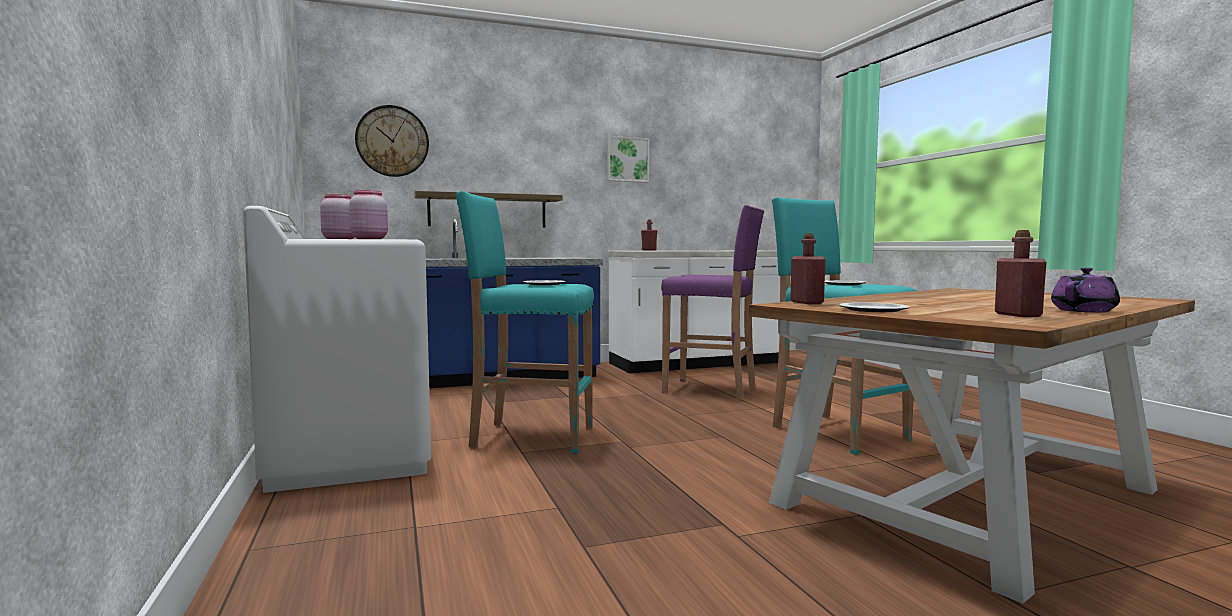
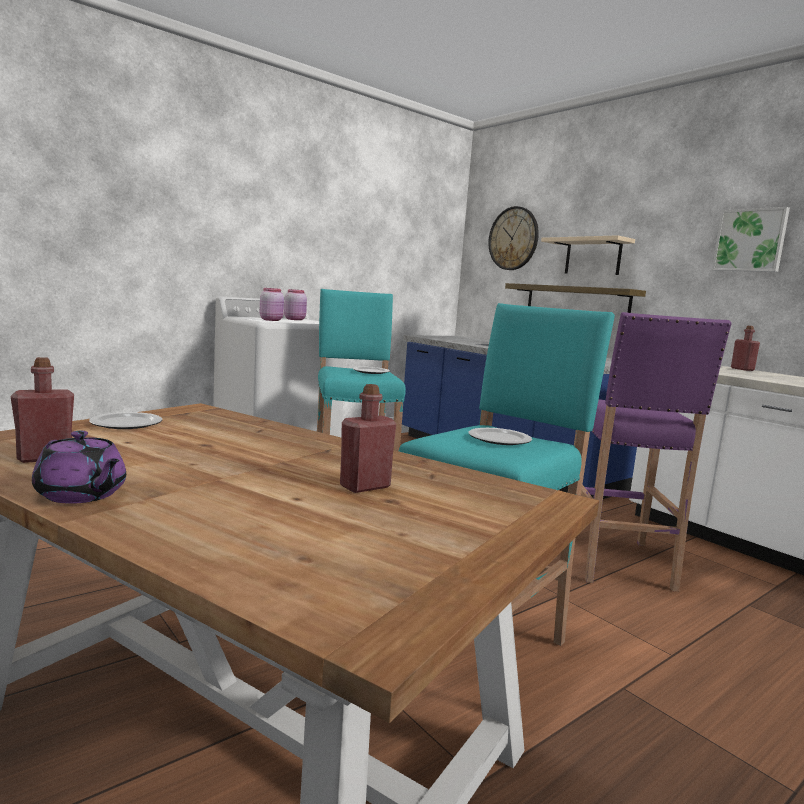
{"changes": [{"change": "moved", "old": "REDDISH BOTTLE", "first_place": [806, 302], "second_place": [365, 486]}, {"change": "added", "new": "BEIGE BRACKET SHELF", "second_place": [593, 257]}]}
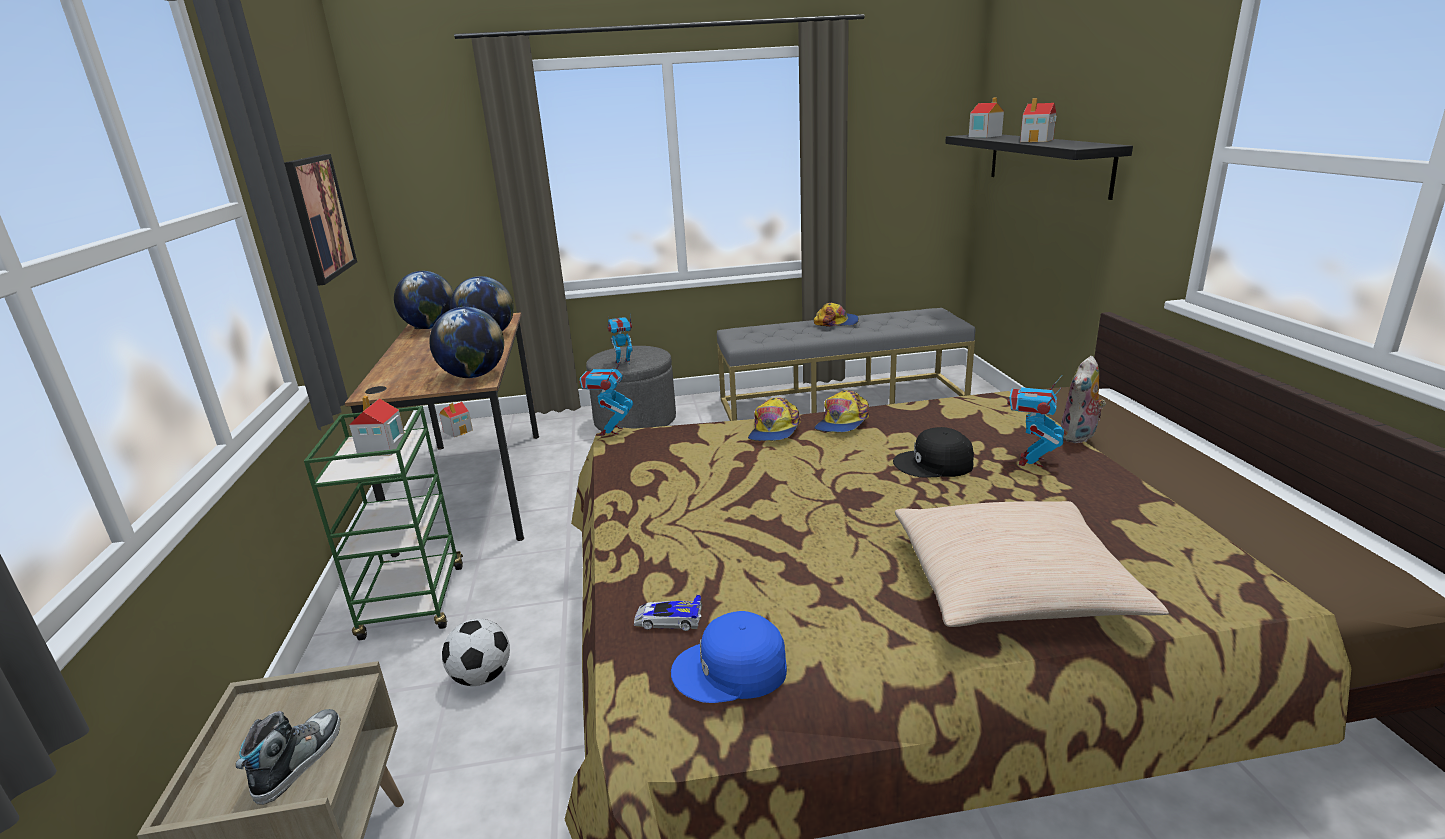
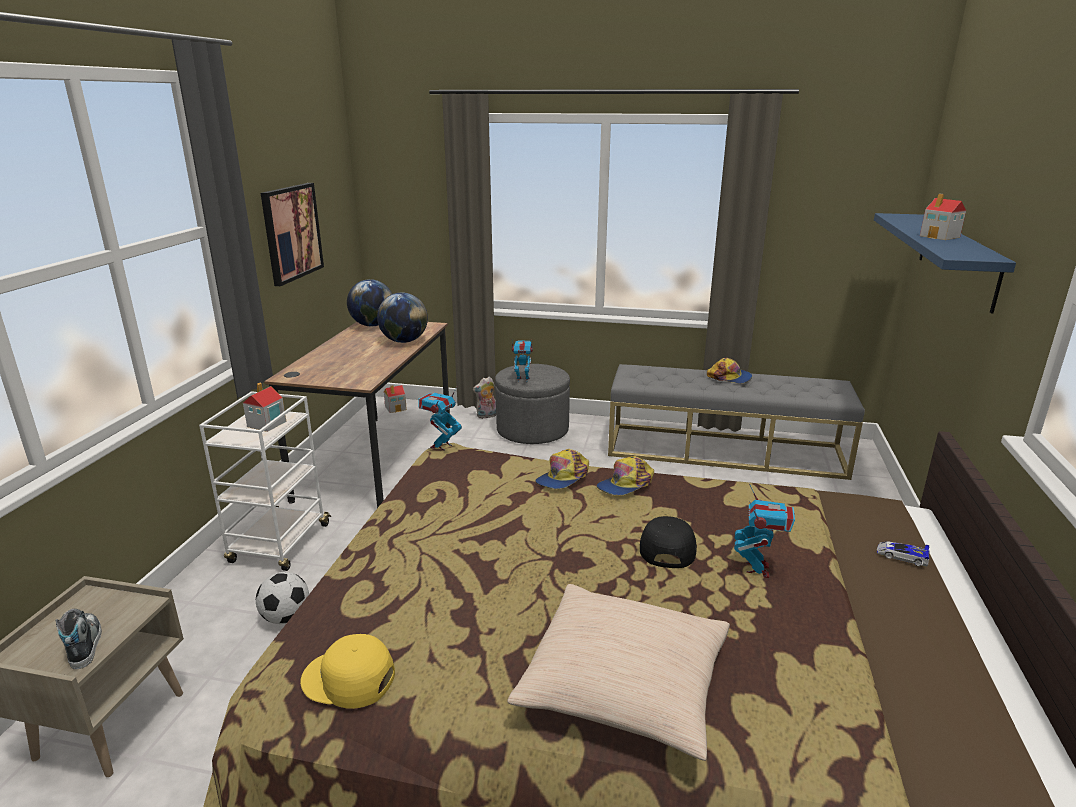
{"changes": [{"change": "turned", "old": "ITEM OF FOOTWEAR", "first_place": [299, 760], "second_place": [84, 644], "degrees": -60}, {"change": "recoloured", "old": "GREEN TROLLEY", "new": "WHITE TROLLEY", "first_place": [414, 603], "second_place": [279, 544]}, {"change": "recoloured", "old": "BLUISH BASEBALL CAP", "new": "YELLOW BASEBALL CAP", "first_place": [731, 670], "second_place": [348, 680]}, {"change": "moved", "old": "PLUSH TOY", "first_place": [1079, 437], "second_place": [486, 416]}, {"change": "turned", "old": "BLACKISH BASEBALL CAP", "first_place": [934, 464], "second_place": [666, 547], "degrees": 75}, {"change": "turned", "old": "ROBOT FIGURE", "first_place": [1030, 461], "second_place": [758, 569], "degrees": 150}, {"change": "recoloured", "old": "BLACKISH BRACKET SHELF", "new": "BLUISH BRACKET SHELF", "first_place": [1047, 162], "second_place": [957, 258]}, {"change": "moved", "old": "TOY CAR", "first_place": [668, 619], "second_place": [902, 556]}, {"change": "removed", "old": "WORLD GLOBE", "first_place": [473, 376]}, {"change": "removed", "old": "MODEL HOUSE", "first_place": [984, 136]}]}
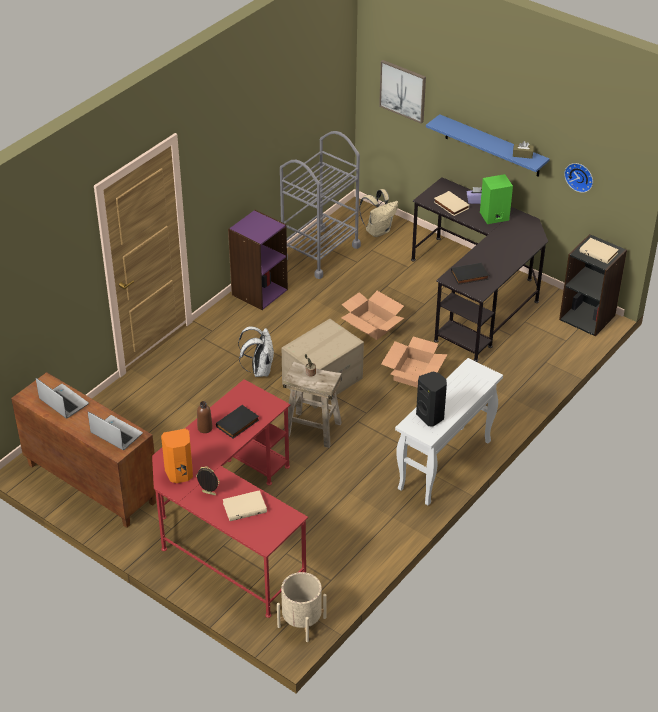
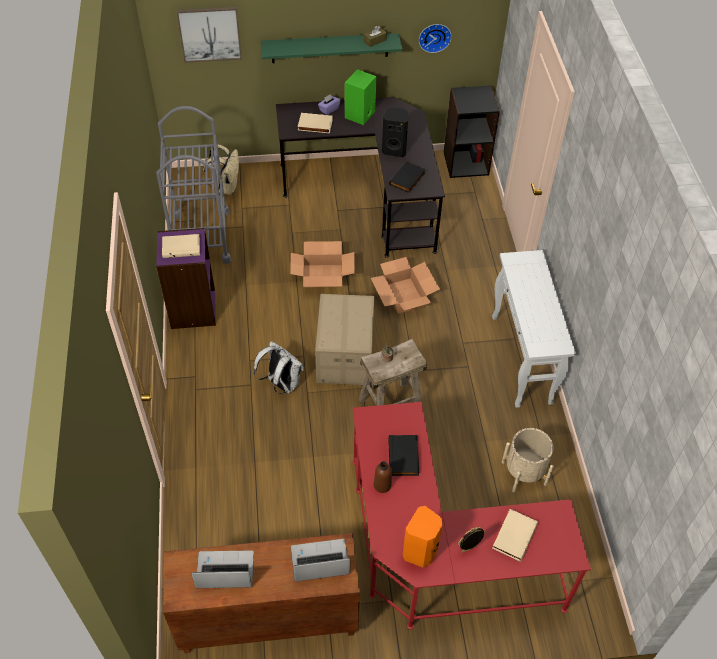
{"changes": [{"change": "moved", "old": "BEIGE BOUND BOOK", "first_place": [599, 252], "second_place": [181, 247]}, {"change": "recoloured", "old": "BLUISH BRACKET SHELF", "new": "GREEN BRACKET SHELF", "first_place": [492, 146], "second_place": [330, 48]}, {"change": "moved", "old": "BLACKISH LOUDSPEAKER", "first_place": [431, 416], "second_place": [394, 150]}, {"change": "moved", "old": "BEIGE FLOWER POT", "first_place": [301, 622], "second_place": [524, 473]}]}
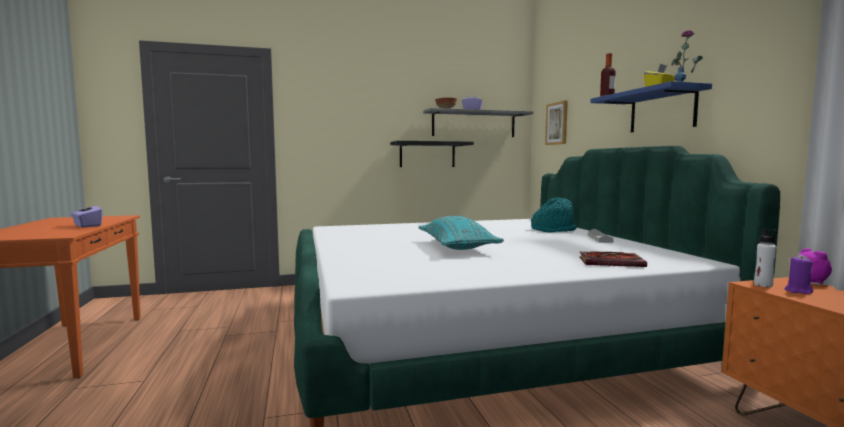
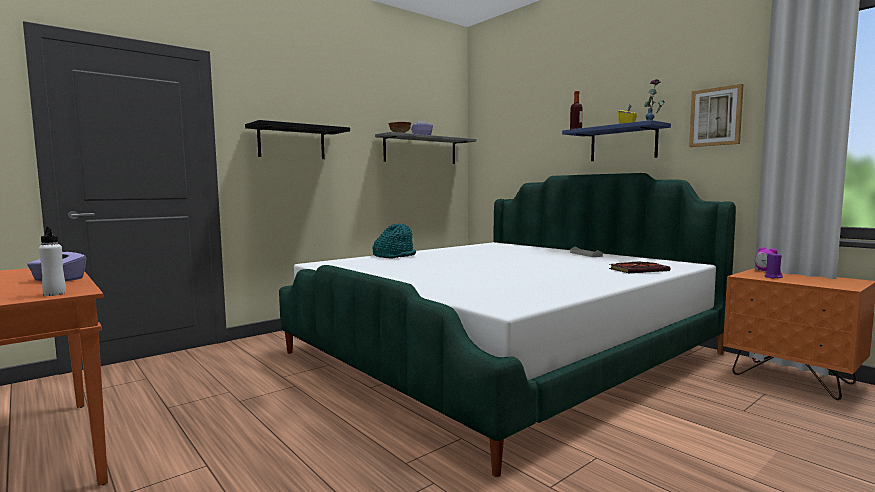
{"changes": [{"change": "moved", "old": "WHITE BOTTLE", "first_place": [763, 285], "second_place": [54, 294]}, {"change": "moved", "old": "BLACKISH BRACKET SHELF", "first_place": [427, 154], "second_place": [292, 142]}, {"change": "moved", "old": "TURQUOISE WEARABLE HAT", "first_place": [553, 230], "second_place": [394, 256]}, {"change": "moved", "old": "WALL ART", "first_place": [557, 123], "second_place": [716, 117]}, {"change": "removed", "old": "TURQUOISE PILLOW", "first_place": [456, 247]}]}
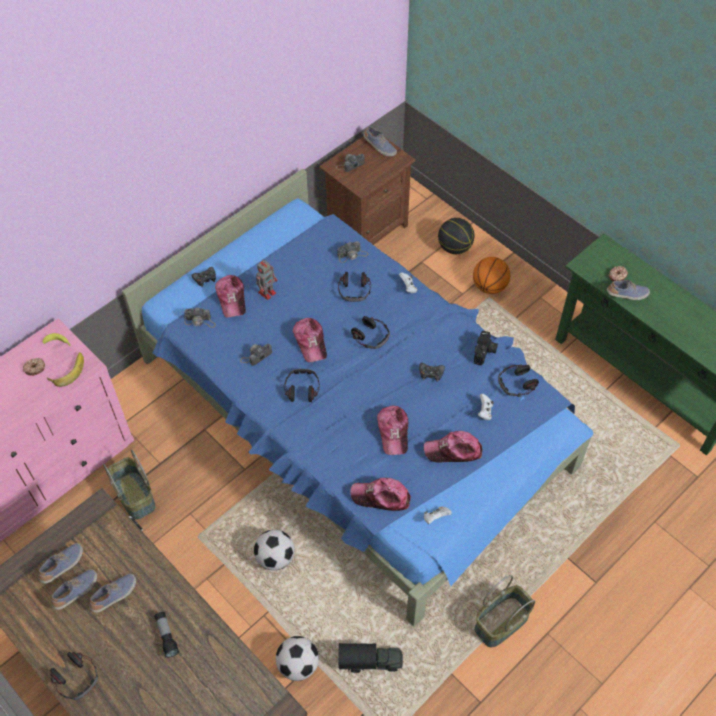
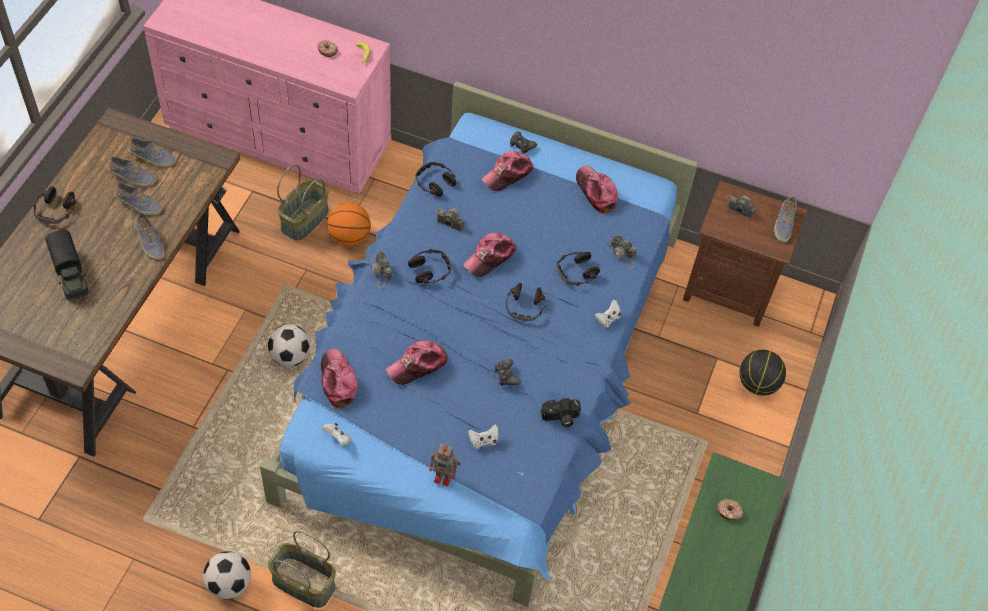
{"changes": [{"change": "moved", "old": "TOY LORRY", "first_place": [370, 661], "second_place": [71, 275]}, {"change": "moved", "old": "ITEM OF FOOTWEAR", "first_place": [627, 295], "second_place": [149, 242]}, {"change": "moved", "old": "FOOTBALL", "first_place": [298, 665], "second_place": [229, 584]}, {"change": "moved", "old": "BASKETBALL BALL", "first_place": [489, 286], "second_place": [349, 237]}, {"change": "moved", "old": "PHOTO CAMERA", "first_place": [200, 321], "second_place": [380, 272]}, {"change": "moved", "old": "PAIR OF HEADPHONES", "first_place": [516, 384], "second_place": [435, 182]}, {"change": "moved", "old": "ROBOT FIGURE", "first_place": [267, 292], "second_place": [444, 477]}, {"change": "moved", "old": "BASEBALL CAP", "first_place": [453, 451], "second_place": [596, 192]}, {"change": "removed", "old": "WHOLE BANANA", "first_place": [68, 370]}, {"change": "removed", "old": "FLASHLIGHT", "first_place": [167, 636]}]}
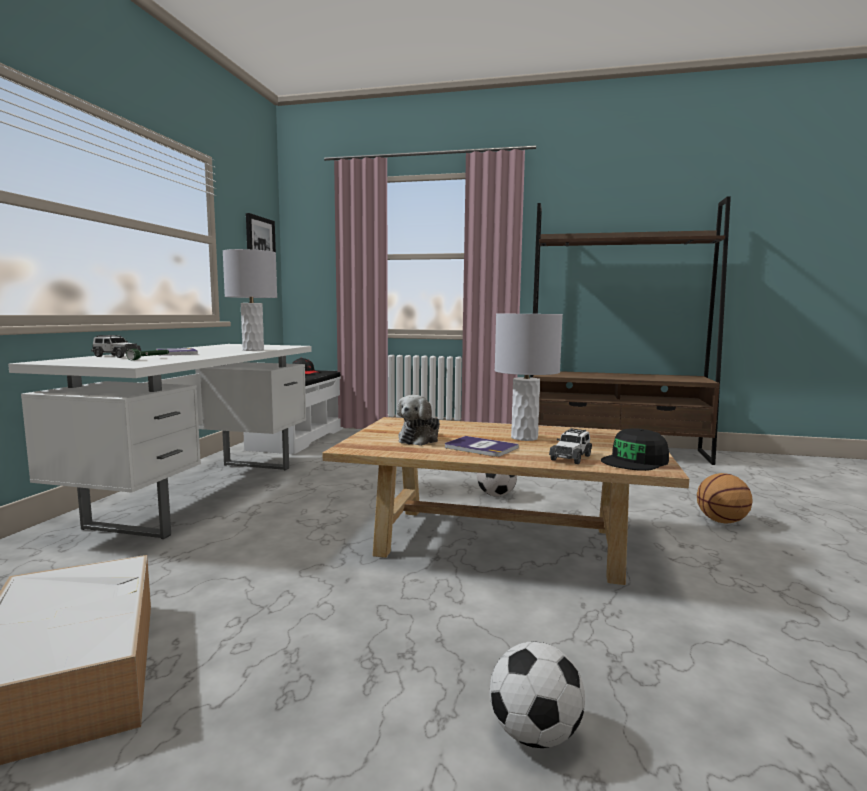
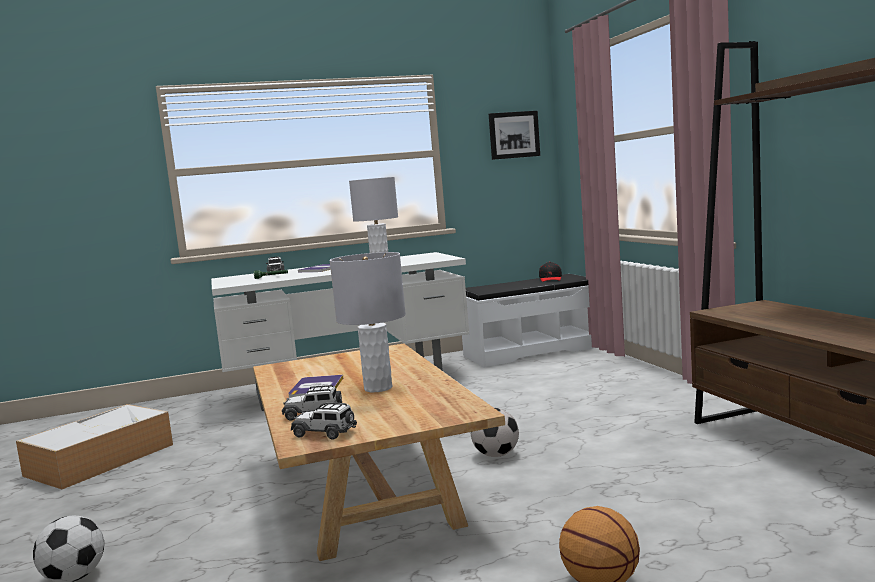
{"changes": [{"change": "replaced", "old": "BLACKISH BASEBALL CAP", "new": "TOY CAR", "first_place": [635, 461], "second_place": [325, 433]}, {"change": "removed", "old": "PLUSH TOY", "first_place": [420, 439]}]}
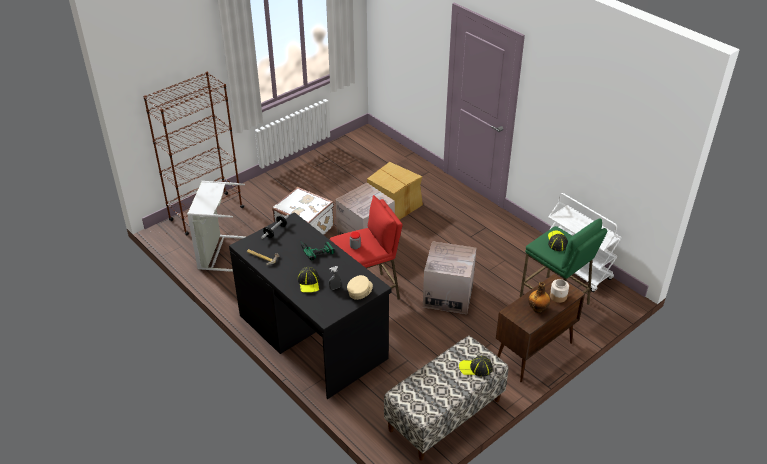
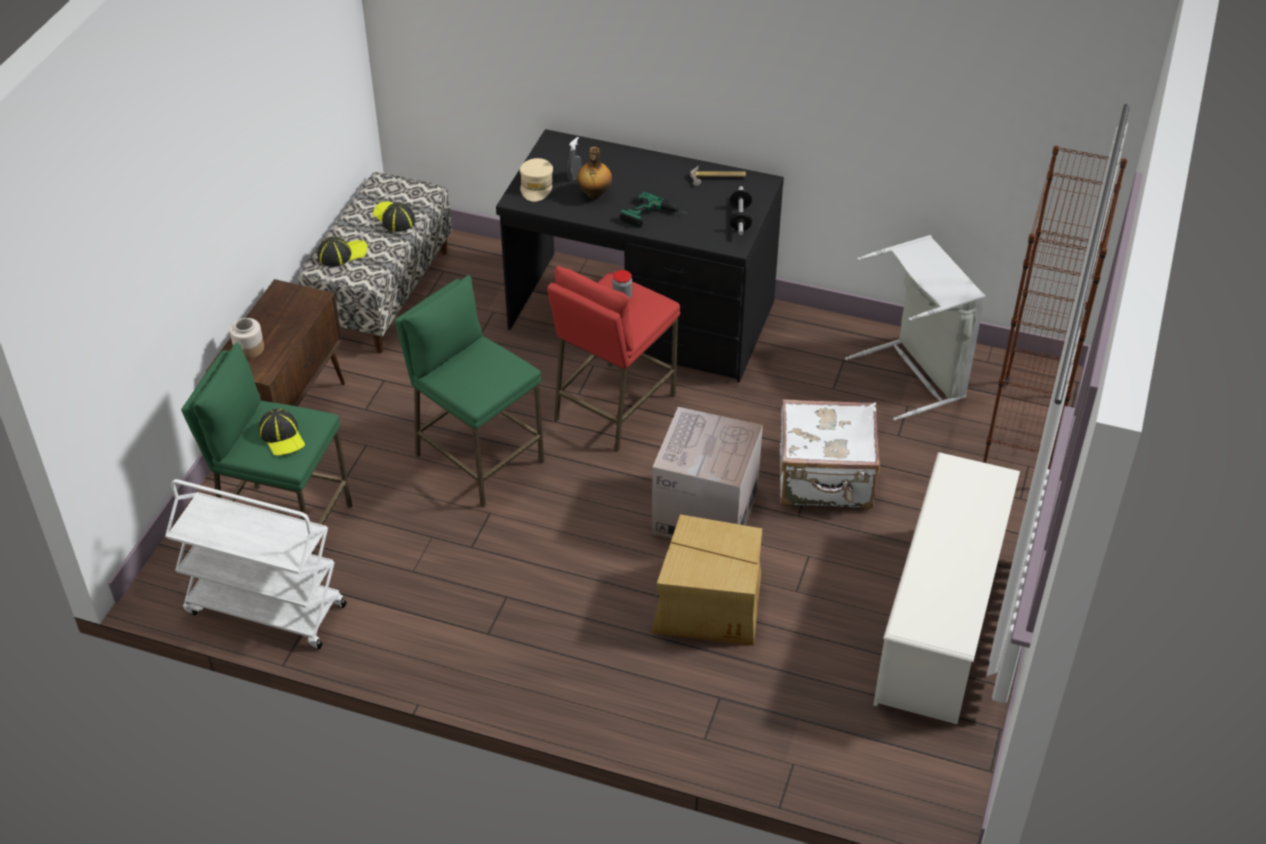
{"changes": [{"change": "moved", "old": "BASEBALL CAP", "first_place": [309, 282], "second_place": [394, 218]}, {"change": "replaced", "old": "CARTON", "new": "GREEN STOOL", "first_place": [448, 295], "second_place": [478, 459]}, {"change": "moved", "old": "BOTTLE", "first_place": [538, 309], "second_place": [594, 194]}, {"change": "added", "new": "WHITE SHOE STAND", "second_place": [939, 624]}]}
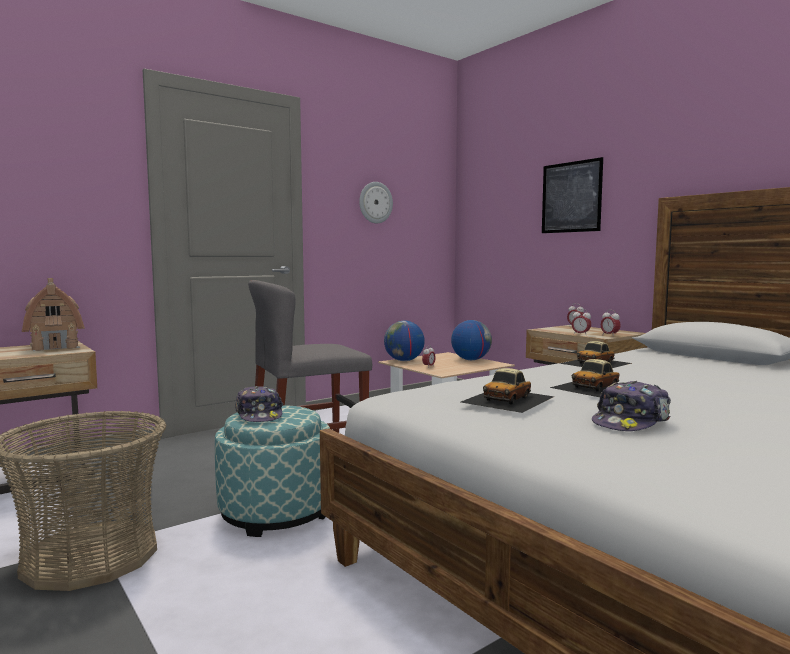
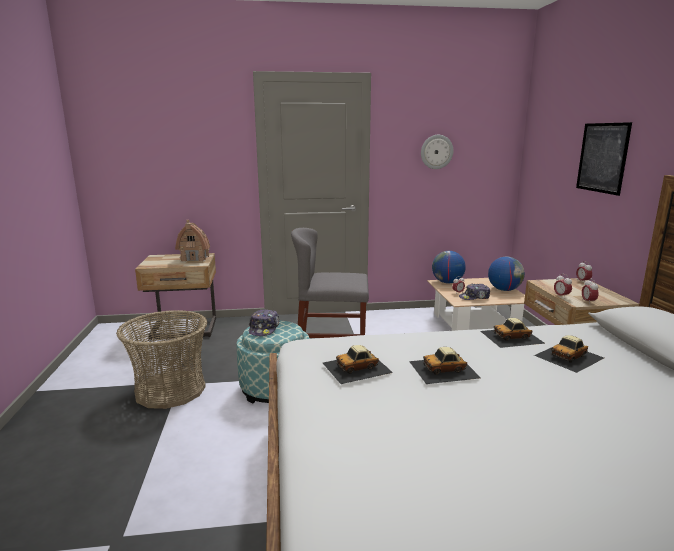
{"changes": [{"change": "moved", "old": "BASEBALL CAP", "first_place": [631, 422], "second_place": [474, 297]}, {"change": "added", "new": "TOY CAR", "second_place": [569, 356]}]}
